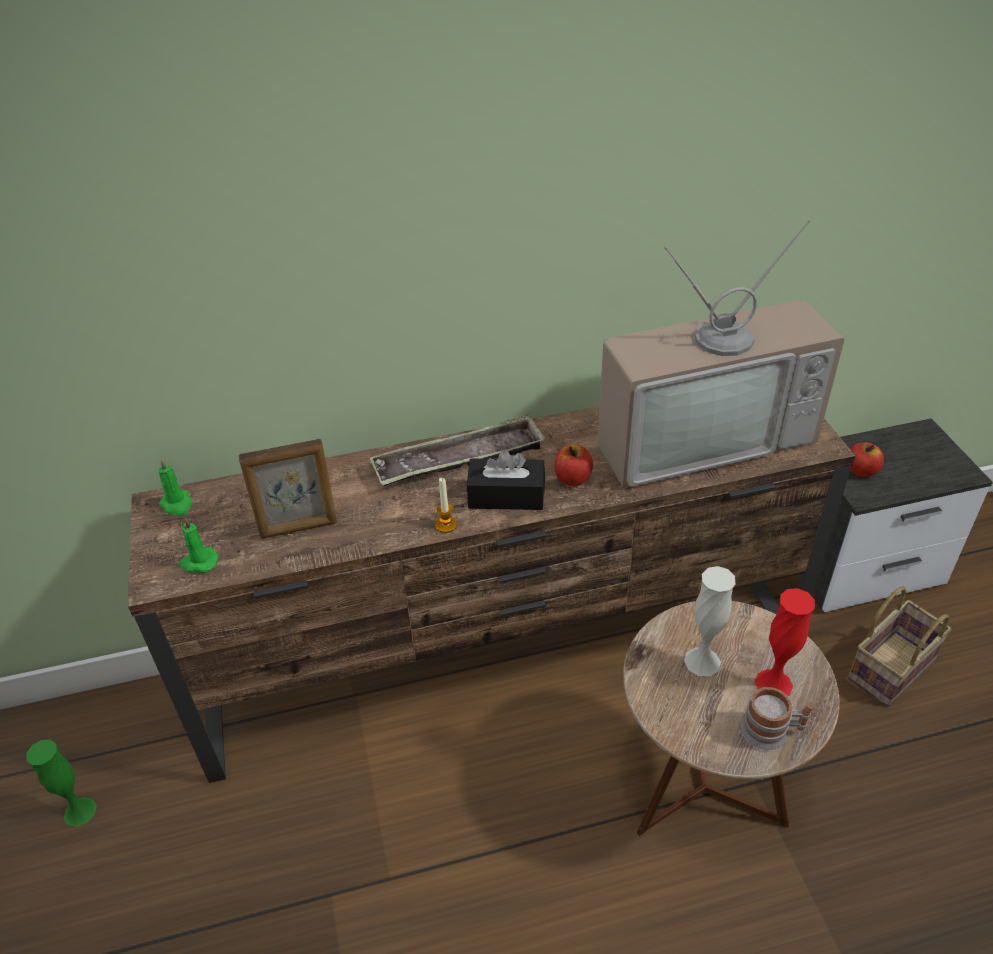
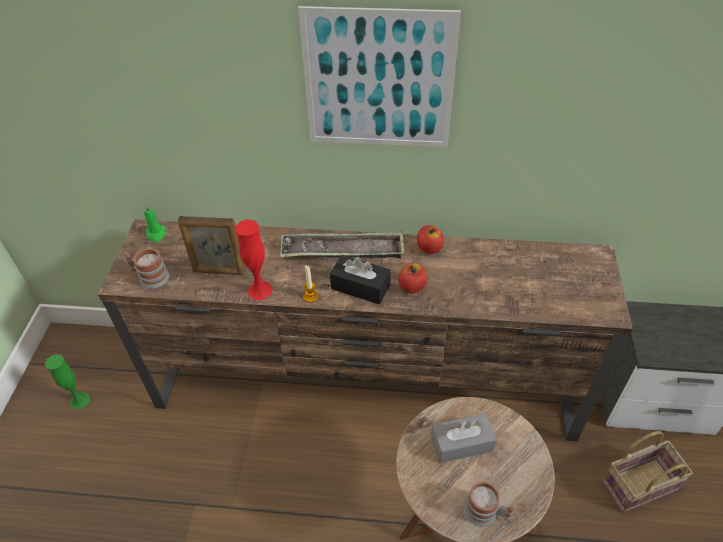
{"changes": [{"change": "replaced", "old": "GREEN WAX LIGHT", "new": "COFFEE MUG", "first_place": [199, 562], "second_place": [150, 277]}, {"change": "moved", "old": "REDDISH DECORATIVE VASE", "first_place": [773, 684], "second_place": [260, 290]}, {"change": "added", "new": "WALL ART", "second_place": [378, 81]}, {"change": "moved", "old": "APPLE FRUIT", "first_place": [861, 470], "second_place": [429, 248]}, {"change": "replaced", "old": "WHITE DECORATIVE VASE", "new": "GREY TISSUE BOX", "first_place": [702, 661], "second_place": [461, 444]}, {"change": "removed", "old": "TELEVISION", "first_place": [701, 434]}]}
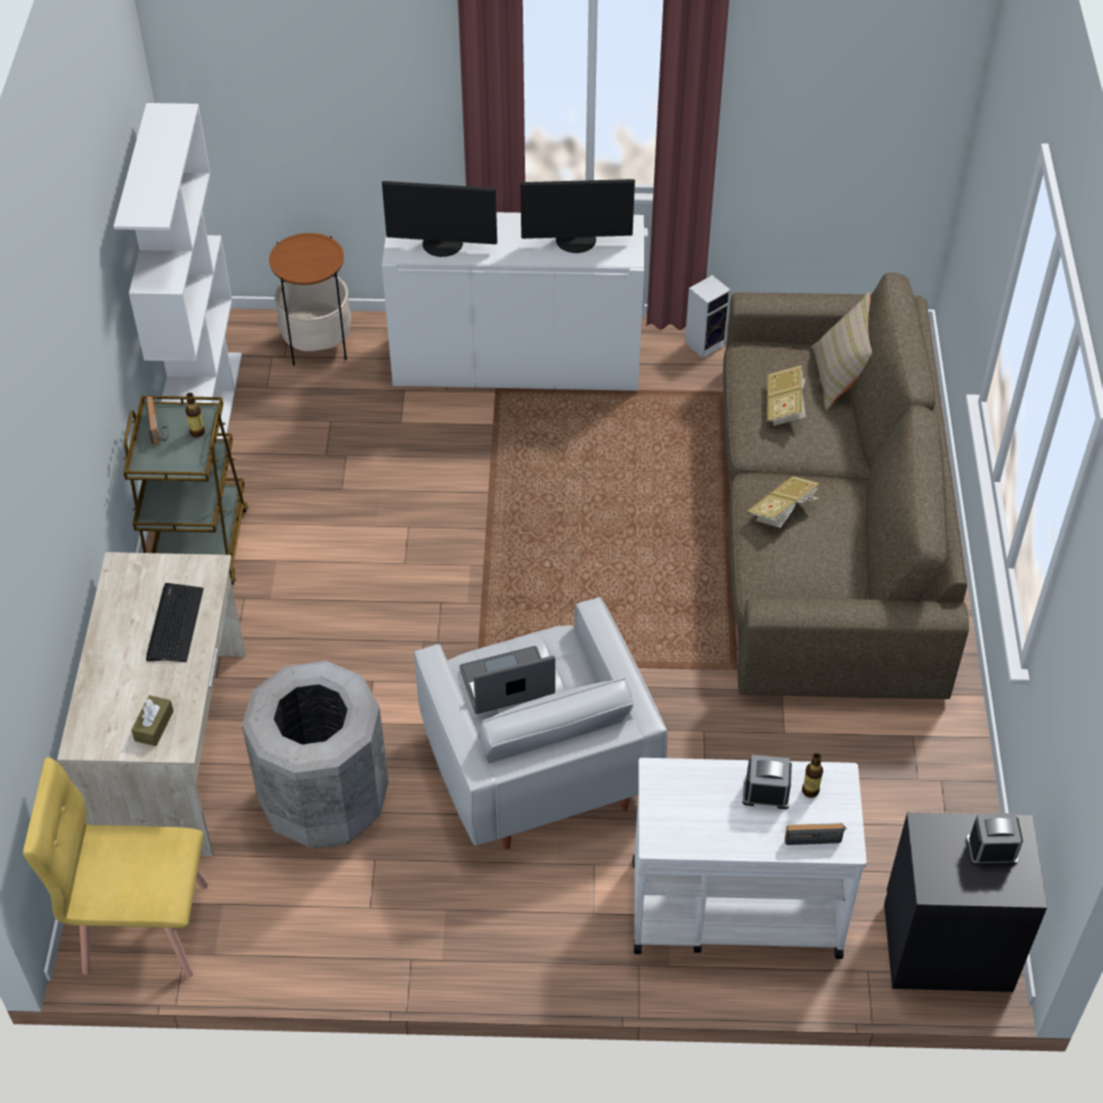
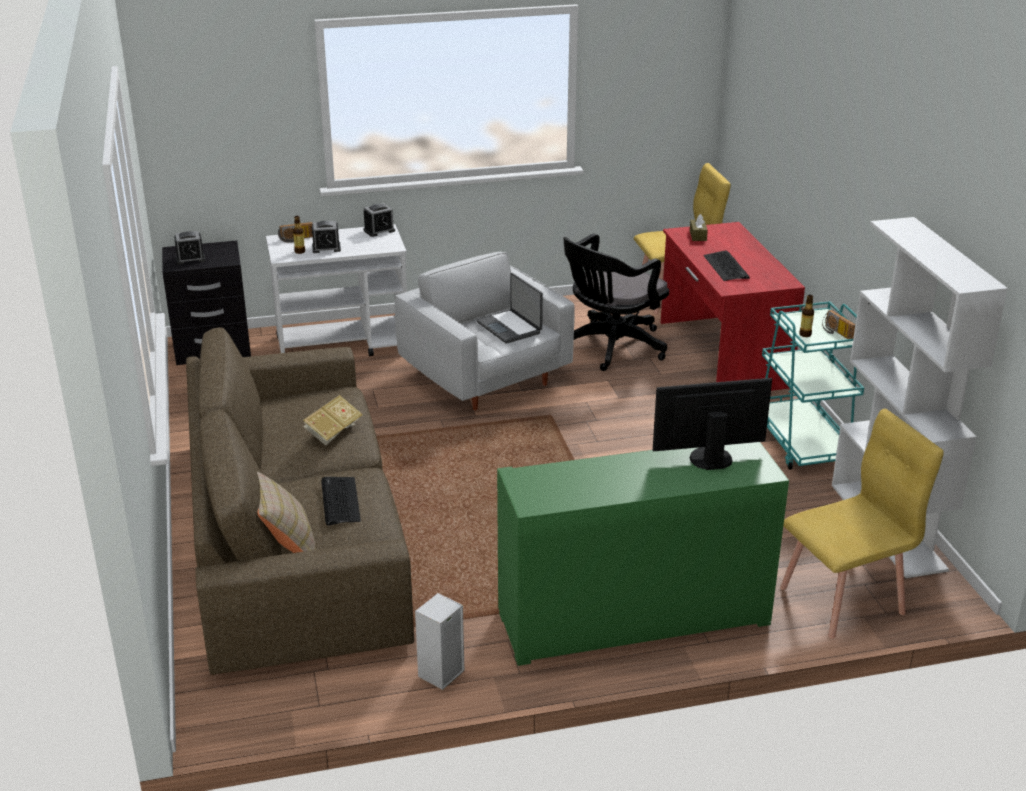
{"changes": [{"change": "replaced", "old": "BOUND BOOK", "new": "PC KEYBOARD", "first_place": [785, 407], "second_place": [340, 501]}, {"change": "added", "new": "BEDSIDE CLOCK", "second_place": [379, 230]}, {"change": "turned", "old": "PORTABLE COMPUTER", "first_place": [507, 684], "second_place": [510, 327], "degrees": 90}, {"change": "recoloured", "old": "WHITE STORAGE CABINET", "new": "GREEN STORAGE CABINET", "first_place": [516, 363], "second_place": [633, 618]}, {"change": "replaced", "old": "GREY RUBBISH BIN", "new": "BLACKISH OFFICE CHAIR", "first_place": [326, 802], "second_place": [610, 348]}, {"change": "recoloured", "old": "BEIGE DESK", "new": "REDDISH DESK", "first_place": [173, 749], "second_place": [721, 354]}, {"change": "recoloured", "old": "BROWNISH TROLLEY", "new": "TURQUOISE TROLLEY", "first_place": [198, 548], "second_place": [802, 442]}, {"change": "replaced", "old": "SIDE TABLE", "new": "YELLOW CHAIR", "first_place": [317, 344], "second_place": [843, 600]}, {"change": "removed", "old": "MONITOR", "first_place": [576, 241]}]}
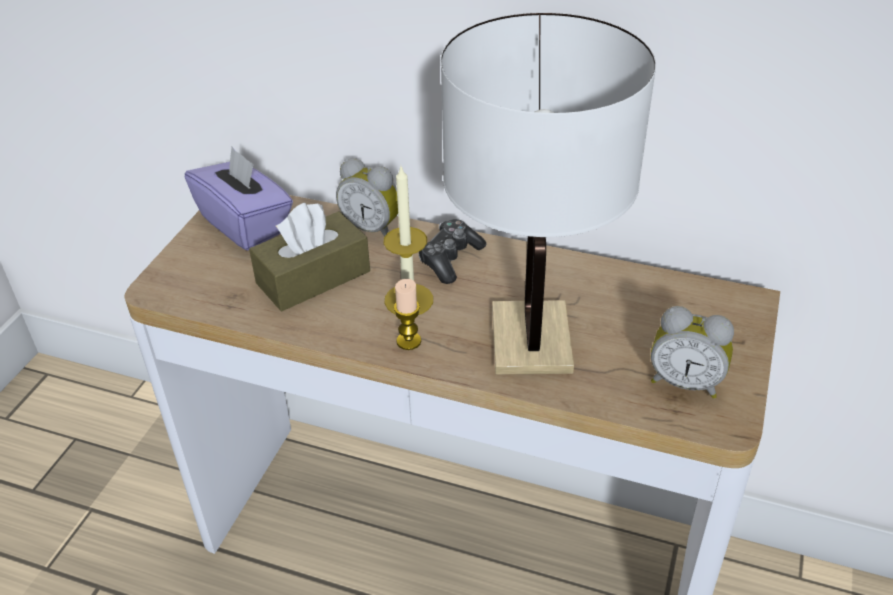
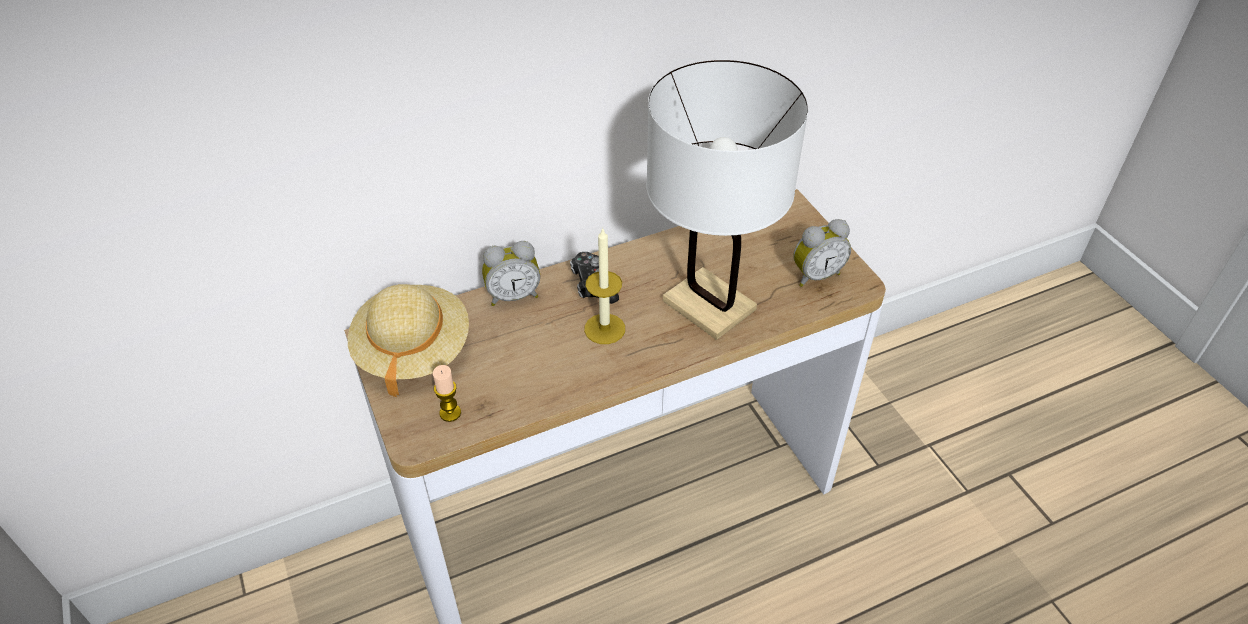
{"changes": [{"change": "replaced", "old": "PURPLISH TISSUE BOX", "new": "BEIGE WEARABLE HAT", "first_place": [246, 224], "second_place": [413, 350]}, {"change": "moved", "old": "WAX LIGHT", "first_place": [408, 341], "second_place": [450, 413]}, {"change": "removed", "old": "BROWNISH TISSUE BOX", "first_place": [313, 277]}]}
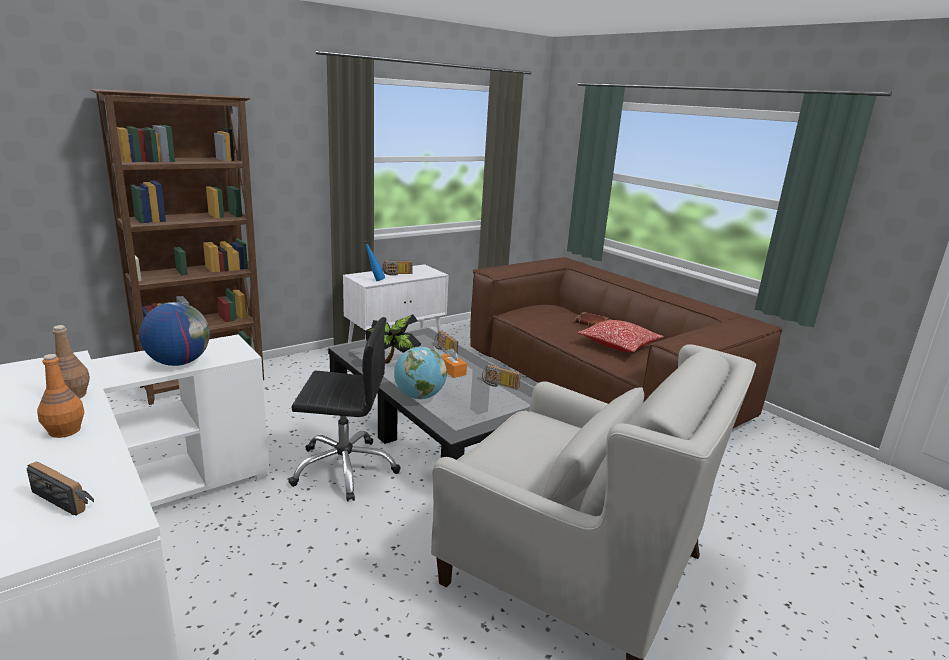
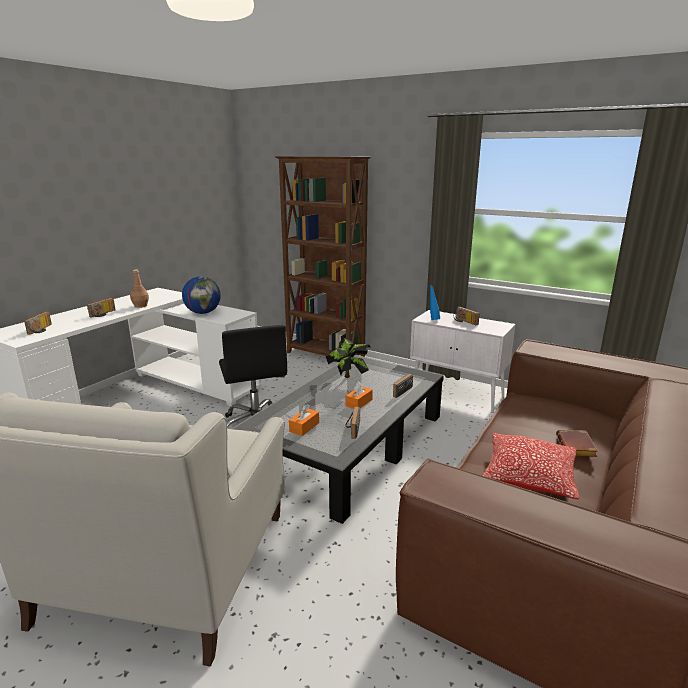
{"changes": [{"change": "replaced", "old": "ORANGE BOTTLE", "new": "RADIO RECEIVER", "first_place": [64, 431], "second_place": [103, 314]}, {"change": "added", "new": "ORANGE TISSUE BOX", "second_place": [304, 427]}, {"change": "removed", "old": "WORLD GLOBE", "first_place": [419, 397]}]}
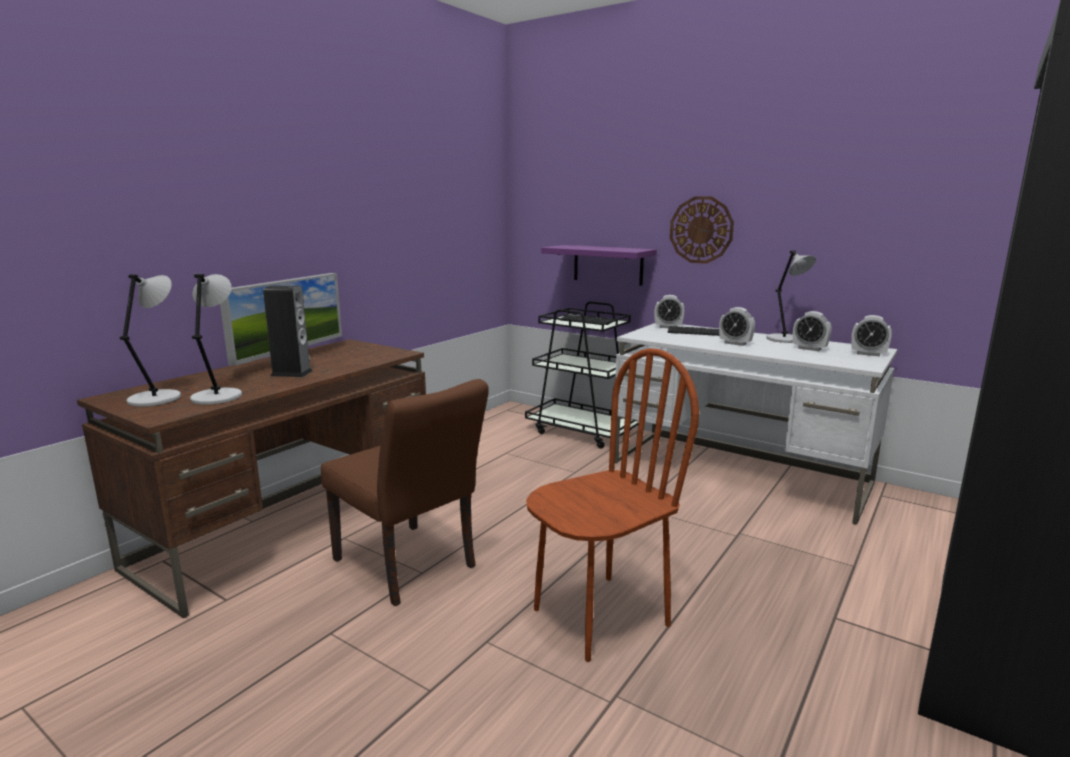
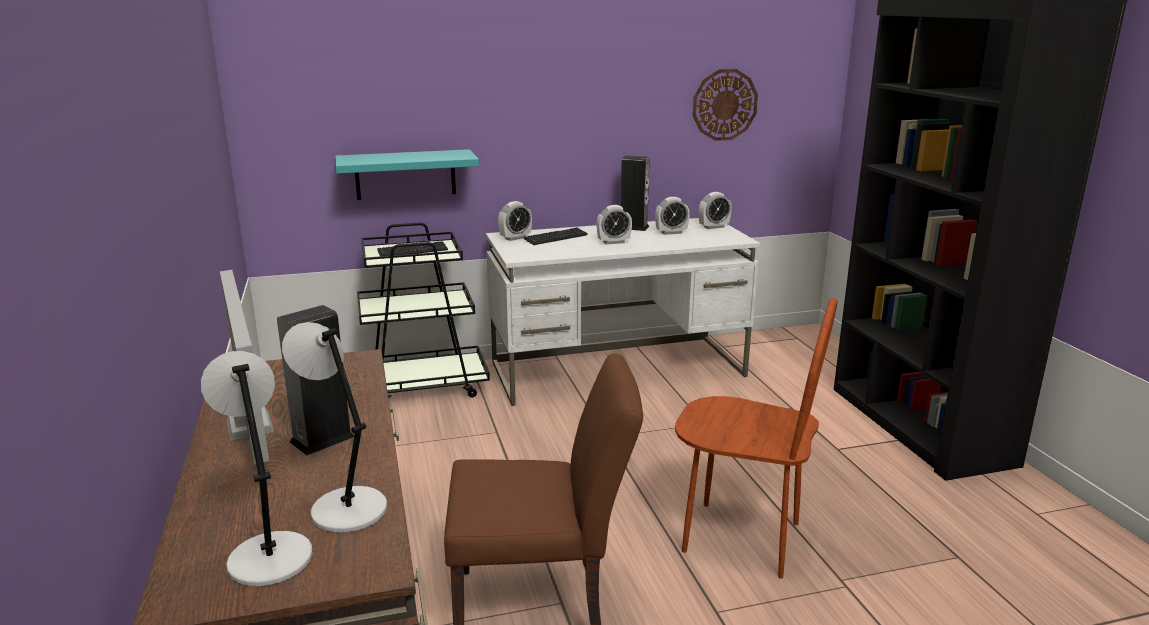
{"changes": [{"change": "recoloured", "old": "PURPLISH BRACKET SHELF", "new": "TURQUOISE BRACKET SHELF", "first_place": [608, 264], "second_place": [405, 174]}, {"change": "replaced", "old": "GREY LAMP FOR A TABLE", "new": "LOUDSPEAKER", "first_place": [785, 339], "second_place": [633, 227]}, {"change": "turned", "old": "BROWNISH CHAIR", "first_place": [600, 616], "second_place": [741, 538], "degrees": 105}, {"change": "moved", "old": "WALL CLOCK", "first_place": [701, 230], "second_place": [724, 105]}]}
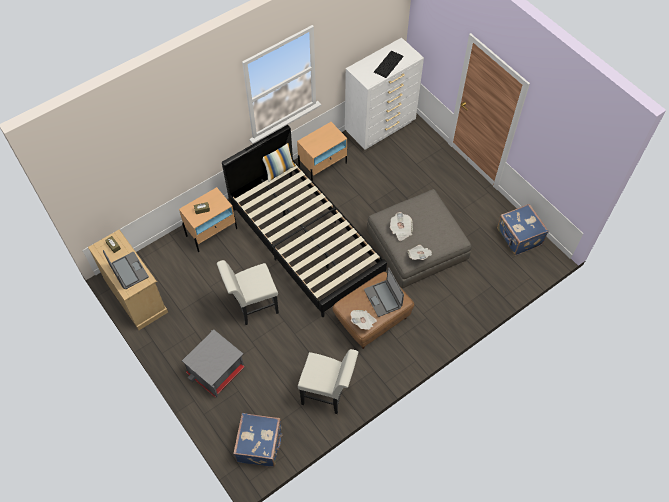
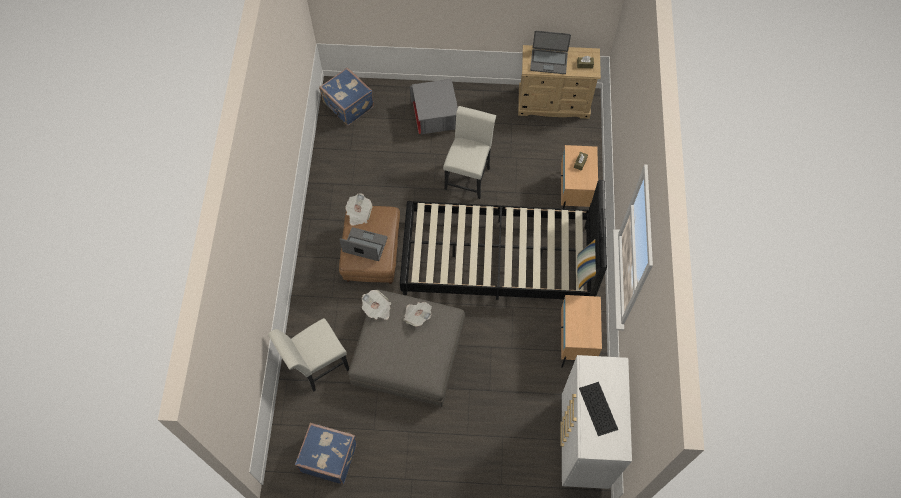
{"changes": [{"change": "moved", "old": "WHITE CHAIR", "first_place": [328, 393], "second_place": [317, 366]}]}
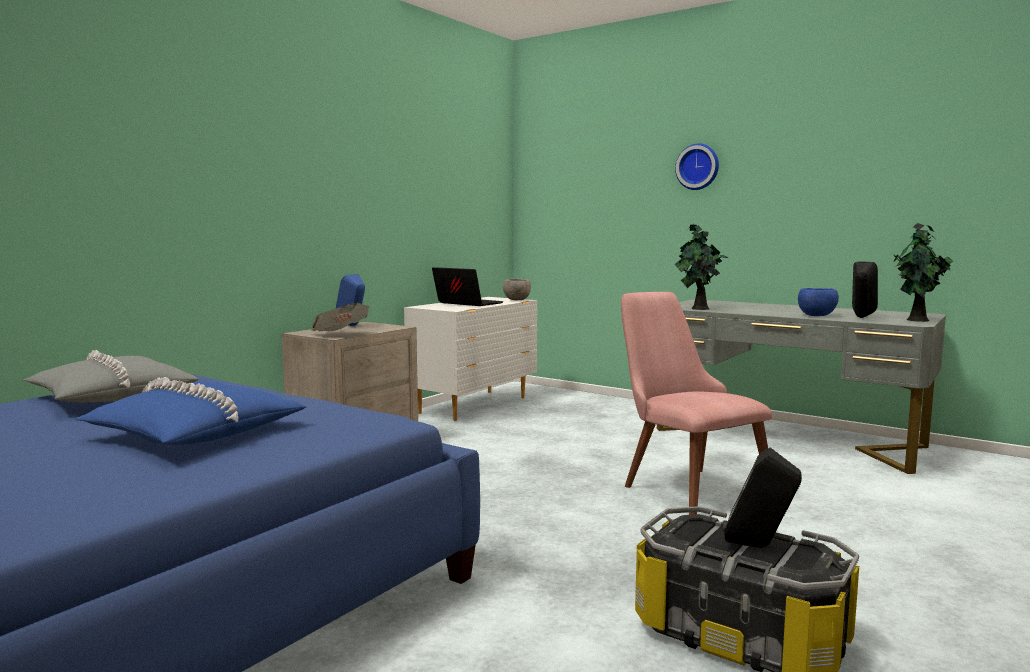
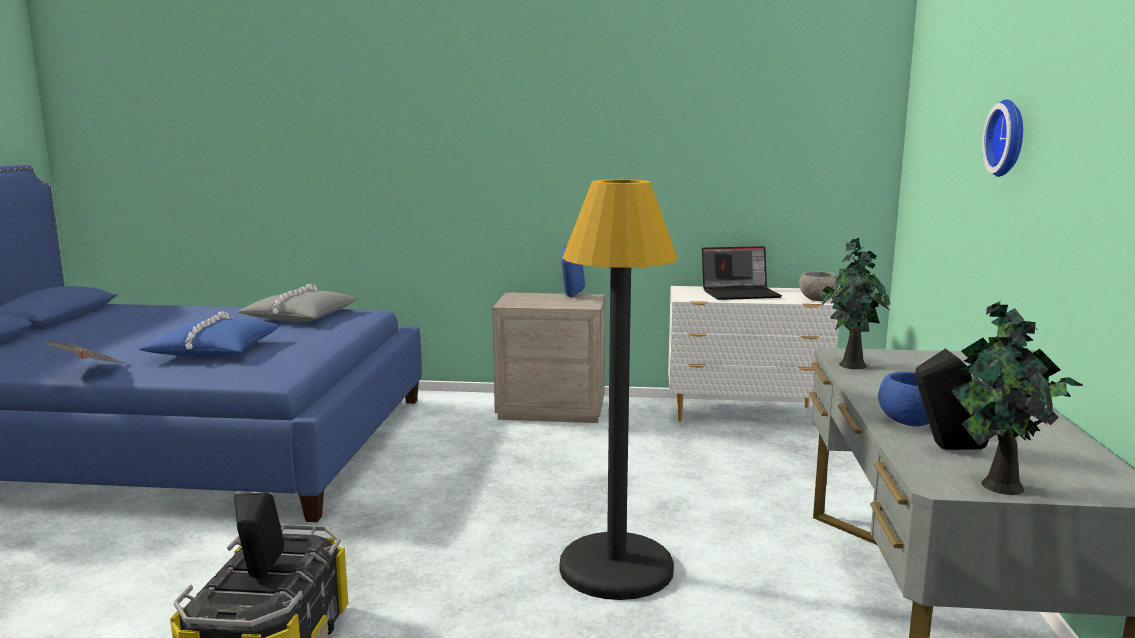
{"changes": [{"change": "moved", "old": "DAILY PAPER", "first_place": [340, 334], "second_place": [89, 371]}, {"change": "replaced", "old": "PINKISH CHAIR", "new": "BLACKISH STANDARD LAMP", "first_place": [683, 487], "second_place": [616, 568]}, {"change": "turned", "old": "PORTABLE COMPUTER", "first_place": [466, 303], "second_place": [741, 293], "degrees": 75}]}
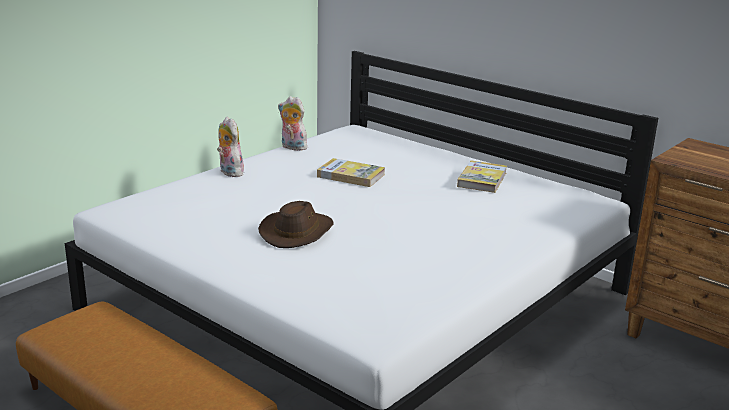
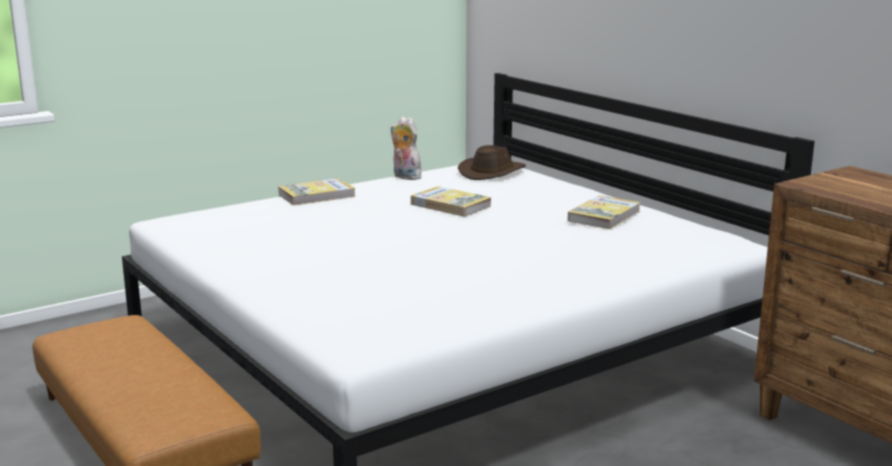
{"changes": [{"change": "replaced", "old": "PLUSH TOY", "new": "BOUND BOOK", "first_place": [229, 172], "second_place": [317, 195]}, {"change": "moved", "old": "BROWNISH WEARABLE HAT", "first_place": [297, 232], "second_place": [492, 172]}]}
